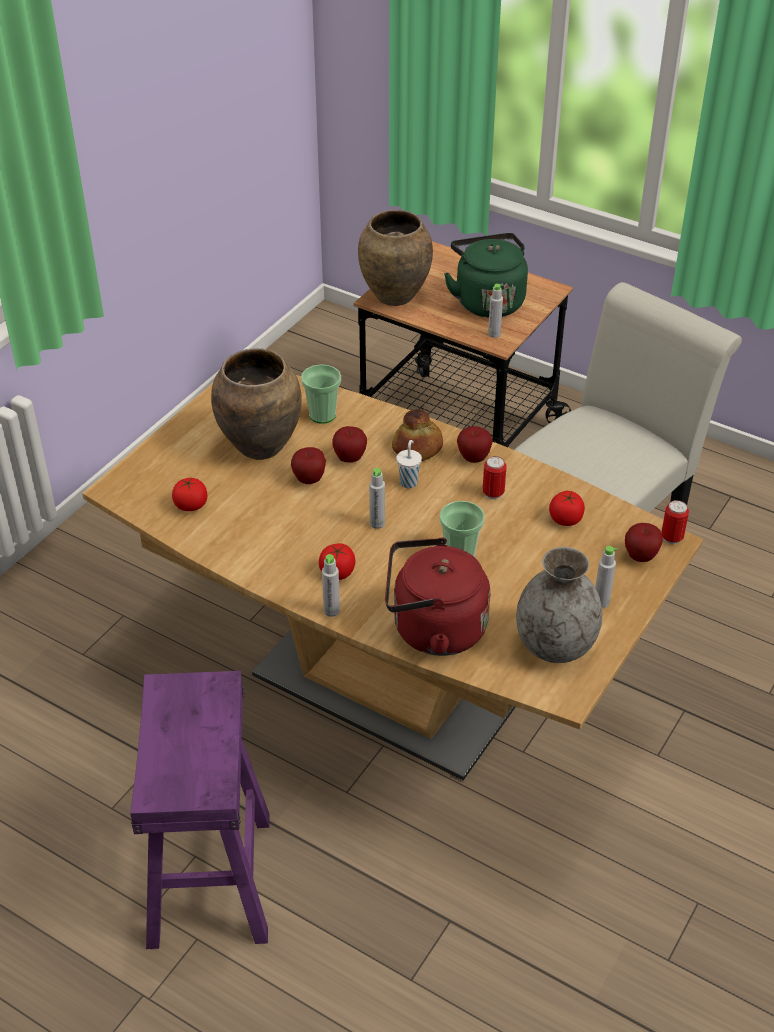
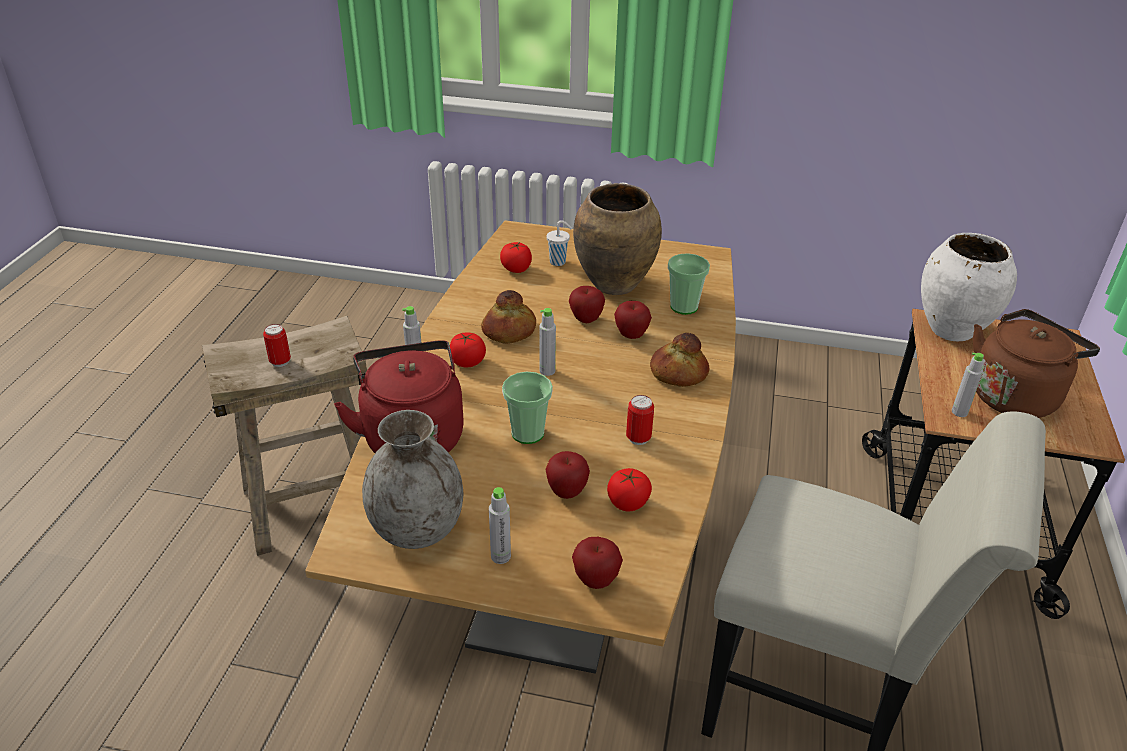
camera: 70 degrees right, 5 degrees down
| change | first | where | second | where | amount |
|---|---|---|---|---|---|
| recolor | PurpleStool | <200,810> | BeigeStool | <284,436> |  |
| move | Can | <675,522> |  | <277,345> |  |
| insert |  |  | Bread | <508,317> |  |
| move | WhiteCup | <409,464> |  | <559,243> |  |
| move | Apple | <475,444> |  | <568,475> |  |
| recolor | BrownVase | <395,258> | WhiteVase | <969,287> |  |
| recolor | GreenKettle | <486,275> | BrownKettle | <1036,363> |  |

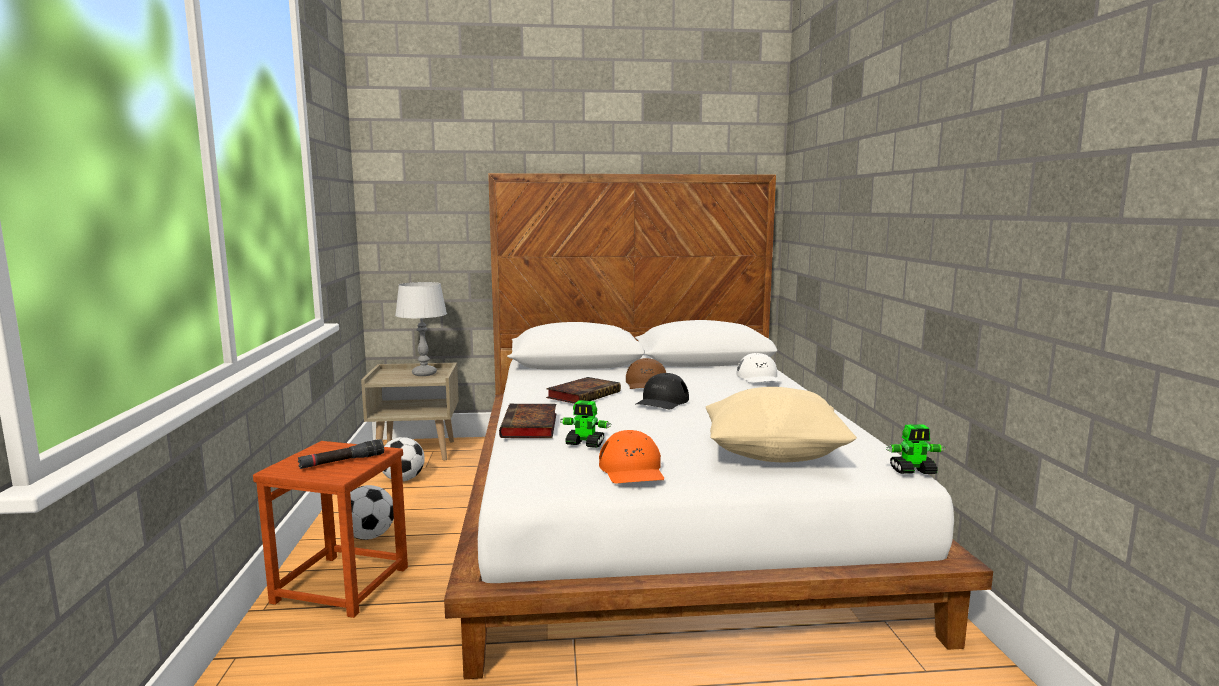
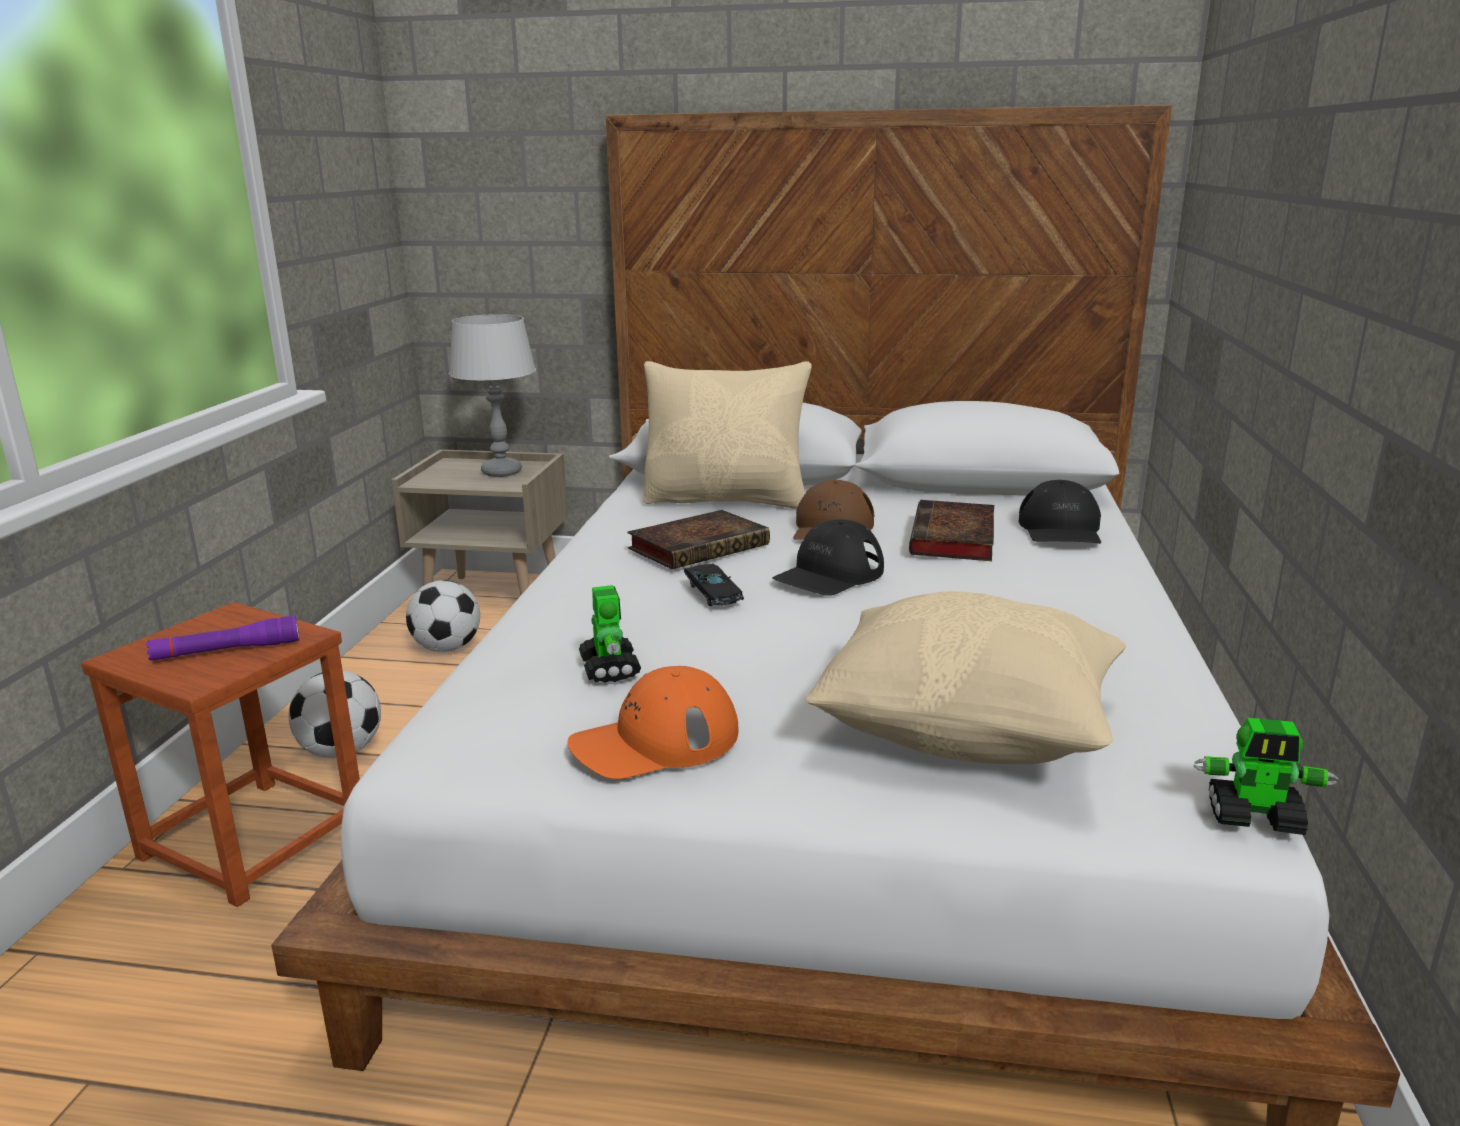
camera: 15 degrees right, 10 degrees up
| change | first | where | second | where | amount |
|---|---|---|---|---|---|
| recolor | BlackFlashlight | <341,454> | PurpleFlashlight | <222,638> |  |
| rotate | OrangeCap | <631,456> |  | <652,722> | 60 degrees clockwise |
| rotate | ToyRobot | <586,424> |  | <610,634> | 135 degrees counterclockwise |
| insert |  |  | BeigePillow | <727,435> |  |
| insert |  |  | BlackToyCar | <714,585> |  |
| move | Book | <527,421> |  | <951,530> |  |
| recolor | WhiteCap | <759,368> | BlackCap | <1059,512> |  |

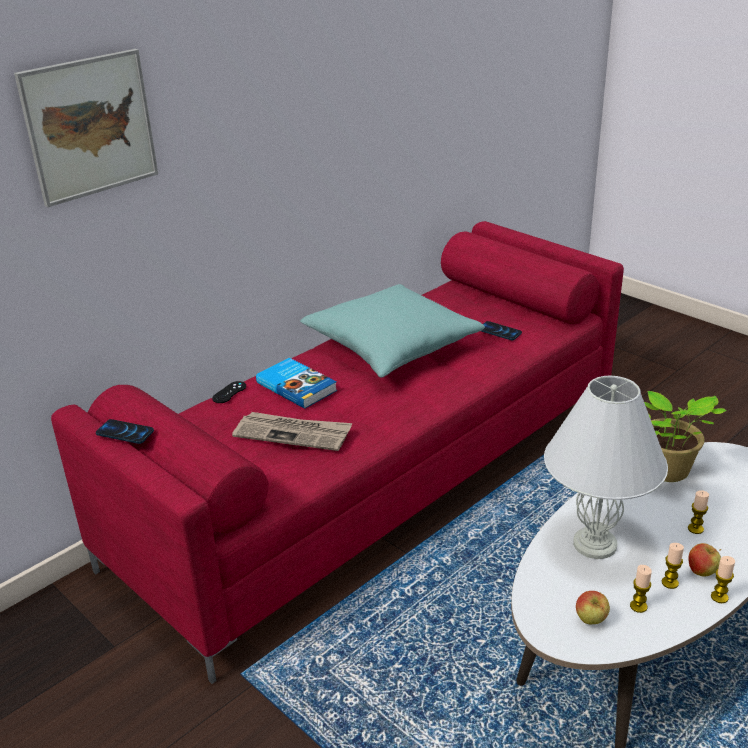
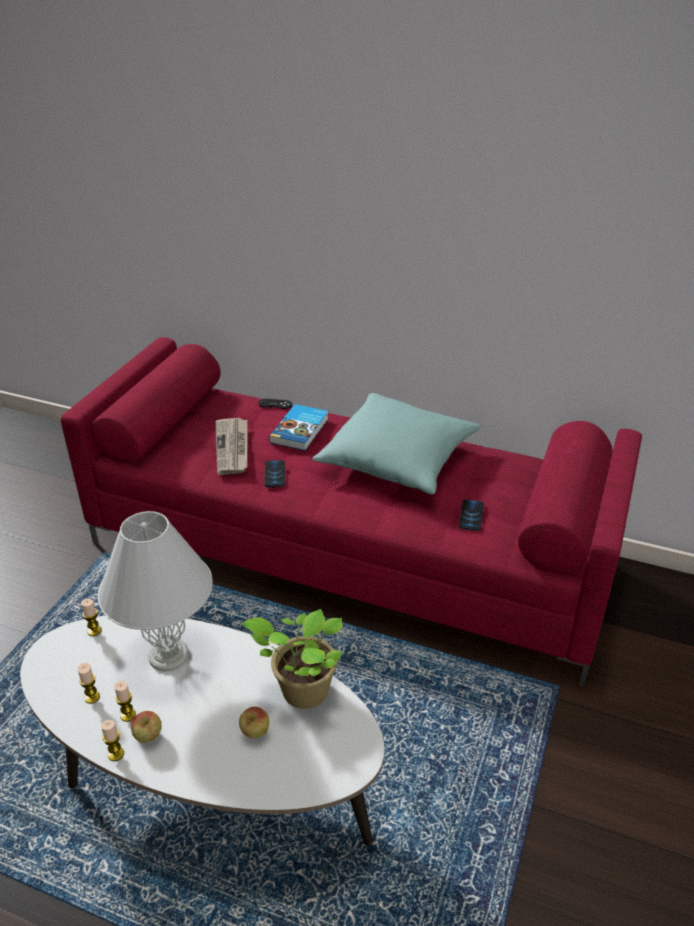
camera: 65 degrees right, 5 degrees up
| change | first | where | second | where | amount |
|---|---|---|---|---|---|
| move | Candle | <698,512> |  | <91,617> |  |
| move | Apple | <593,607> |  | <254,722> |  |
| move | Phone | <125,431> |  | <274,473> |  |
| delete | Picture | <86,128> |  |  |  |

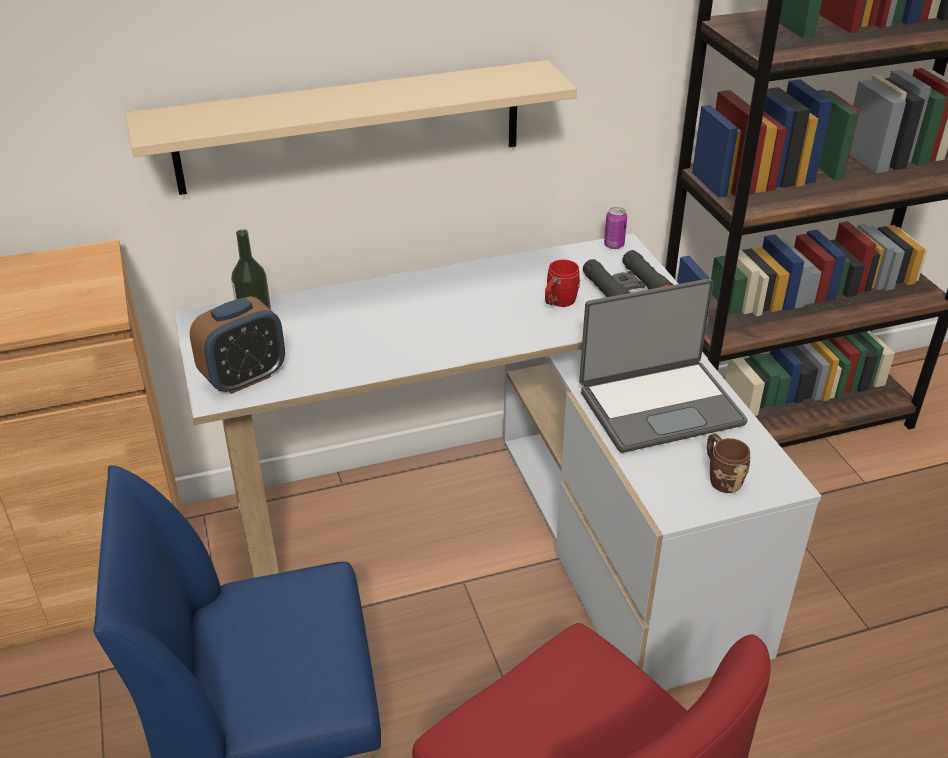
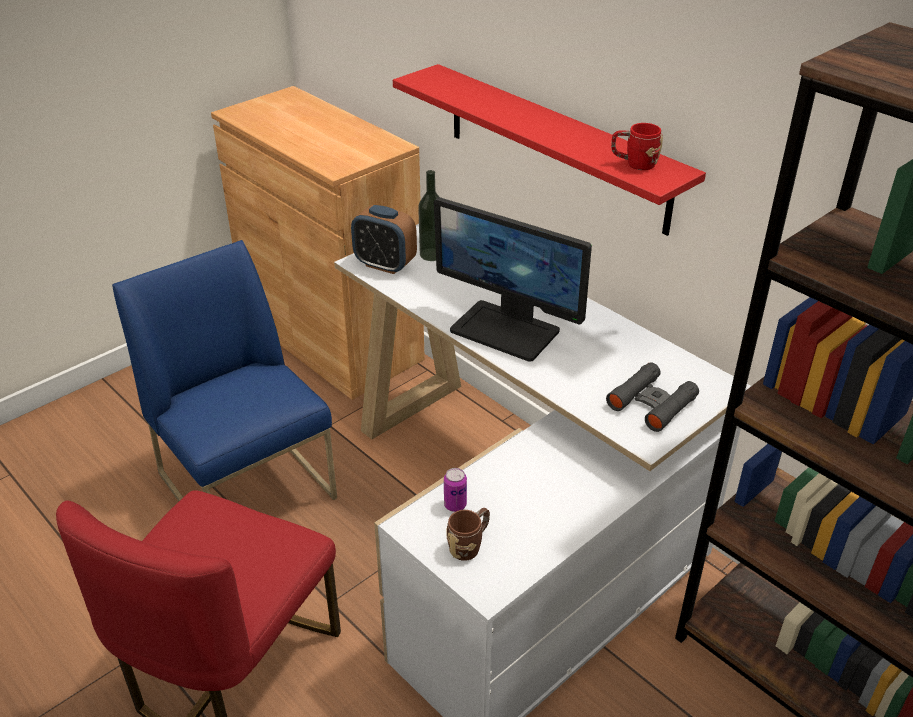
camera: 65 degrees right, 0 degrees up
| change | first | where | second | where | amount |
|---|---|---|---|---|---|
| recolor | BeigeShelf | <351,127> | RedShelf | <549,150> |  |
| insert |  |  | Monitor | <513,279> |  |
| move | Can | <615,228> |  | <455,490> |  |
| move | RedMug | <563,283> |  | <637,146> |  |
| delete | Laptop | <663,366> |  |  |  |

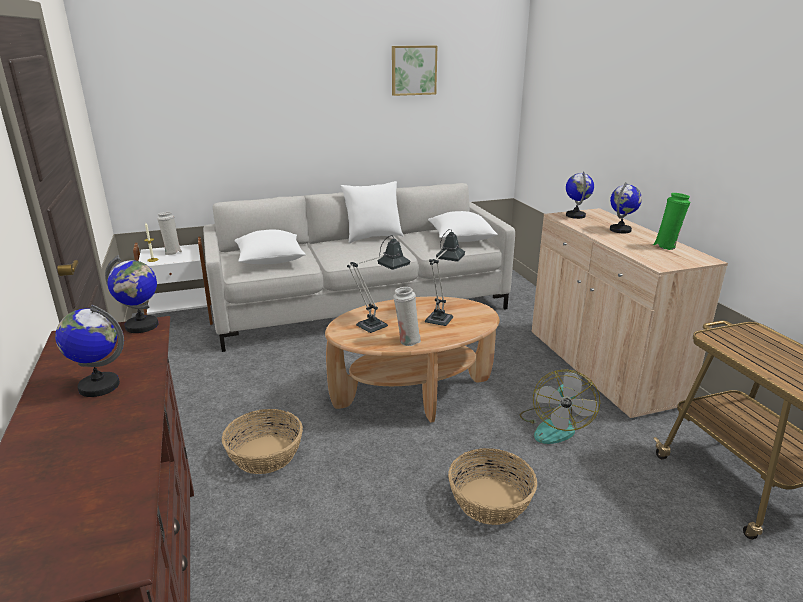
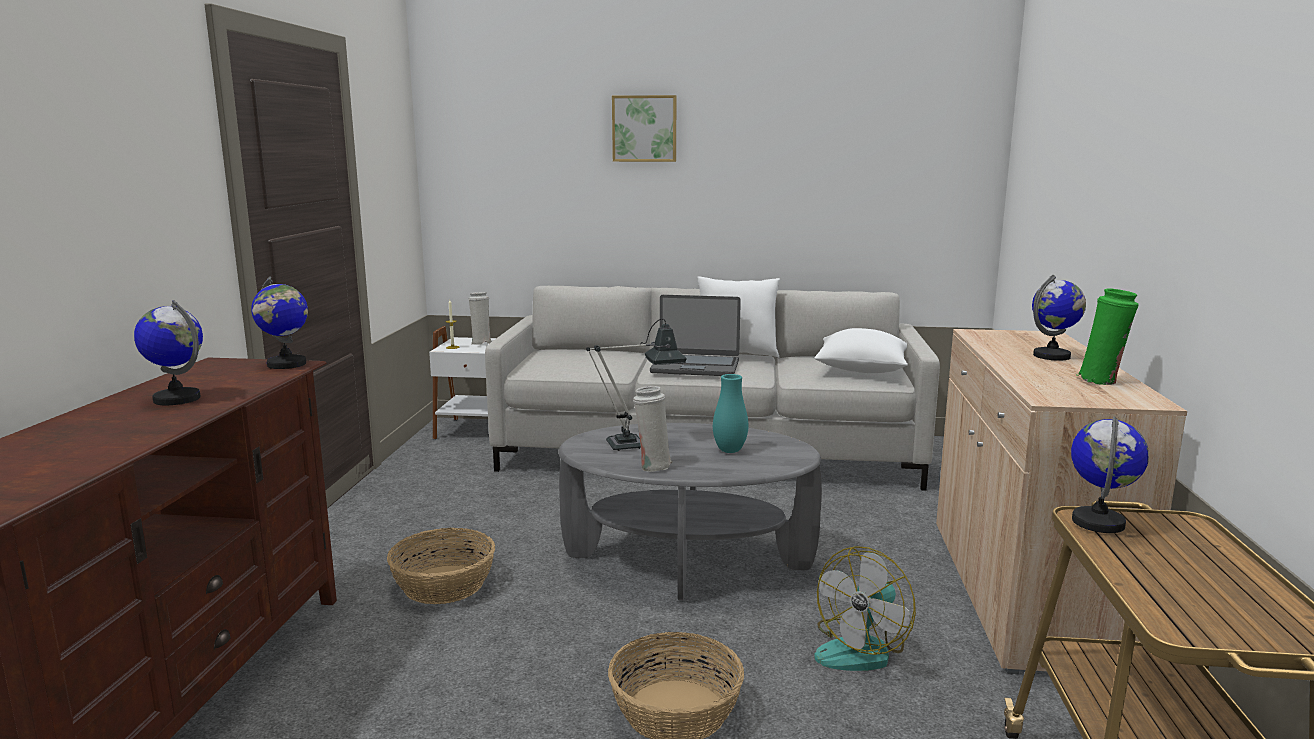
camera: 25 degrees right, 10 degrees down
| change | first | where | second | where | amount |
|---|---|---|---|---|---|
| recolor | BrownCoffeeTable | <412,360> | GreyCoffeeTable | <690,511> |  |
| move | Picture | <414,71> |  | <644,128> |  |
| insert |  |  | Laptop | <695,335> |  |
| replace | TableLamp | <445,277> | TurquoiseVase | <730,413> |  |
| move | Globe | <580,195> |  | <1110,474> |  |
| delete | WhitePillow | <270,247> |  |  |  |

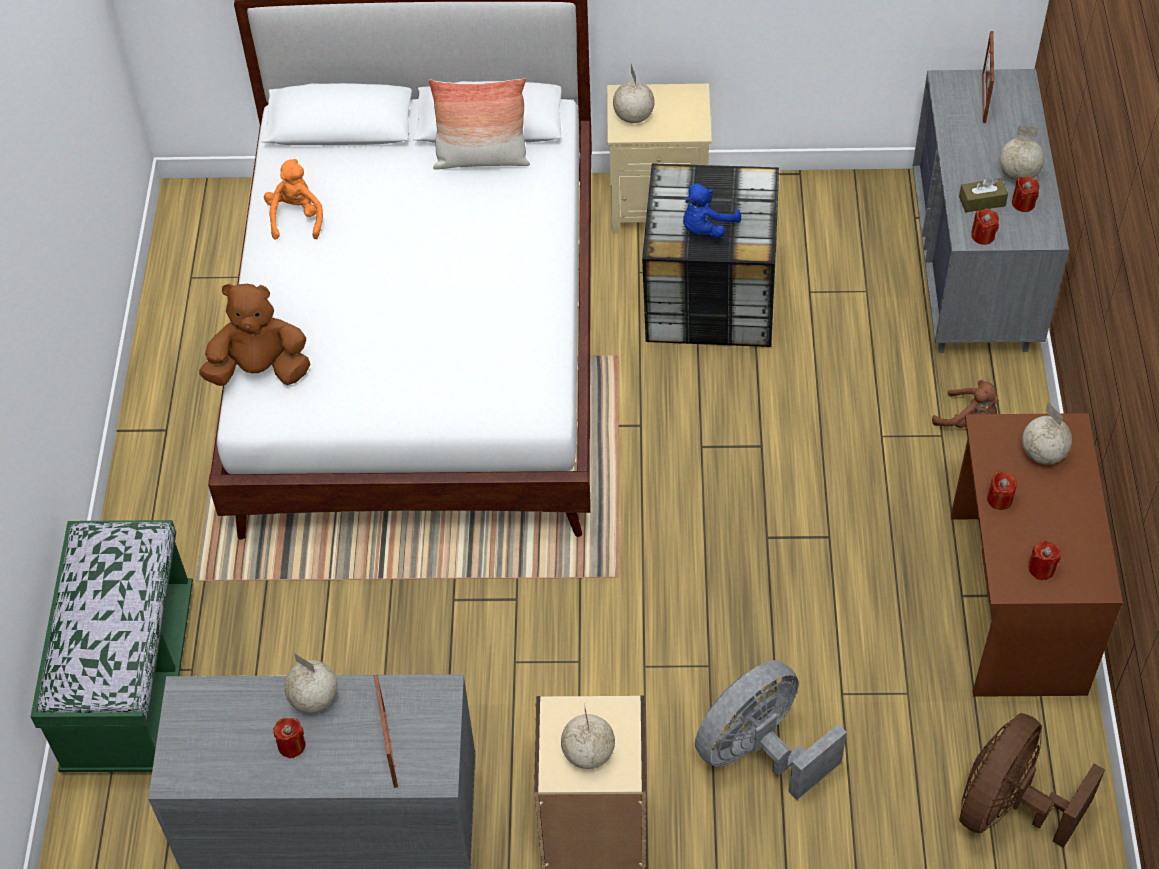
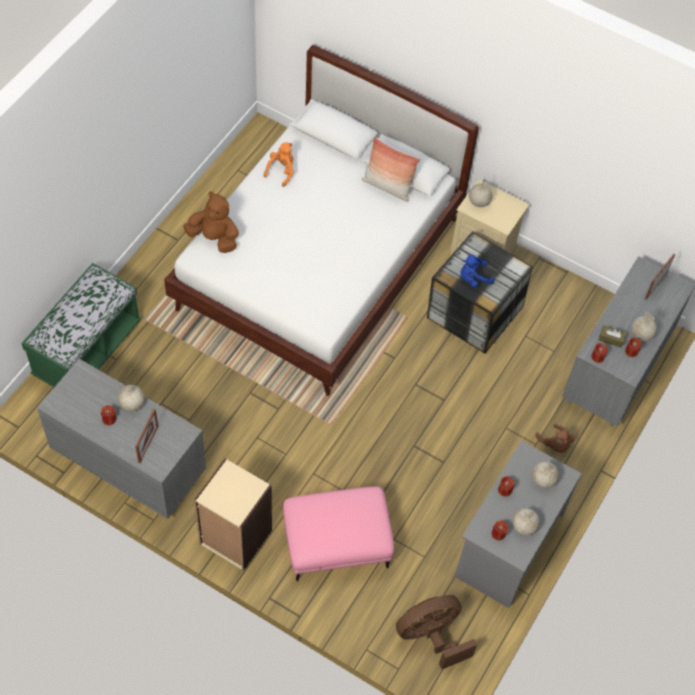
camera: 25 degrees right, 5 degrees up
| change | first | where | second | where | amount |
|---|---|---|---|---|---|
| replace | GreyFan | <771,730> | PinkOttoman | <338,533> |  |
| recolor | BrownDesk | <1037,555> | GreyDesk | <518,524> |  |
| move | Globe | <588,738> |  | <526,522> |  |

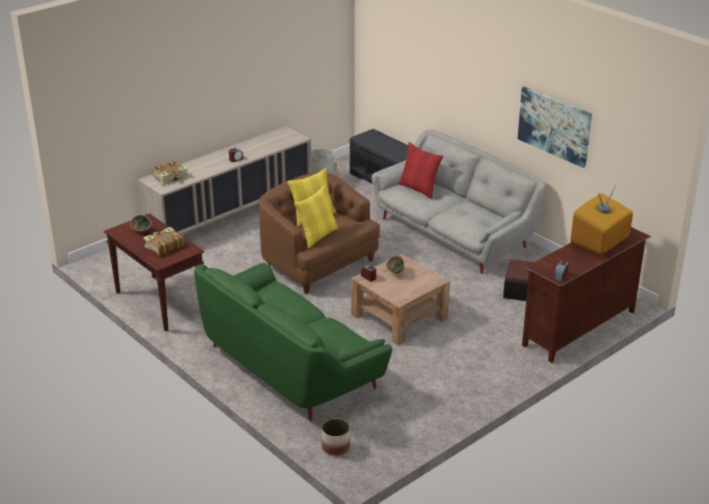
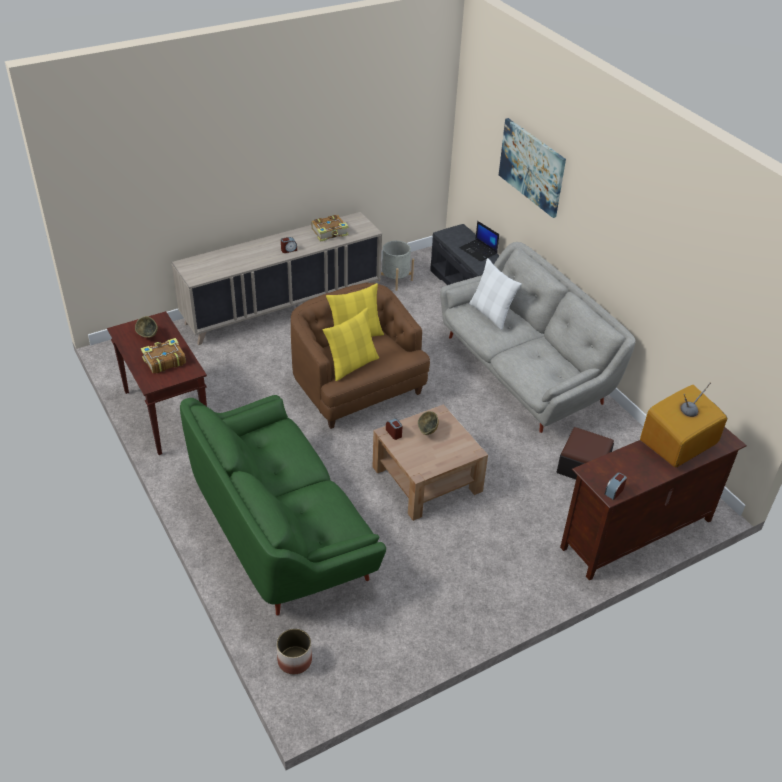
camera: 10 degrees right, 10 degrees up
| change | first | where | second | where | amount |
|---|---|---|---|---|---|
| move | Book | <170,173> |  | <330,228> |  |
| insert |  |  | Laptop | <479,241> |  |
| recolor | RedPillow | <420,170> | WhitePillow | <495,294> |  |
| move | Picture | <555,127> |  | <532,168> |  |

